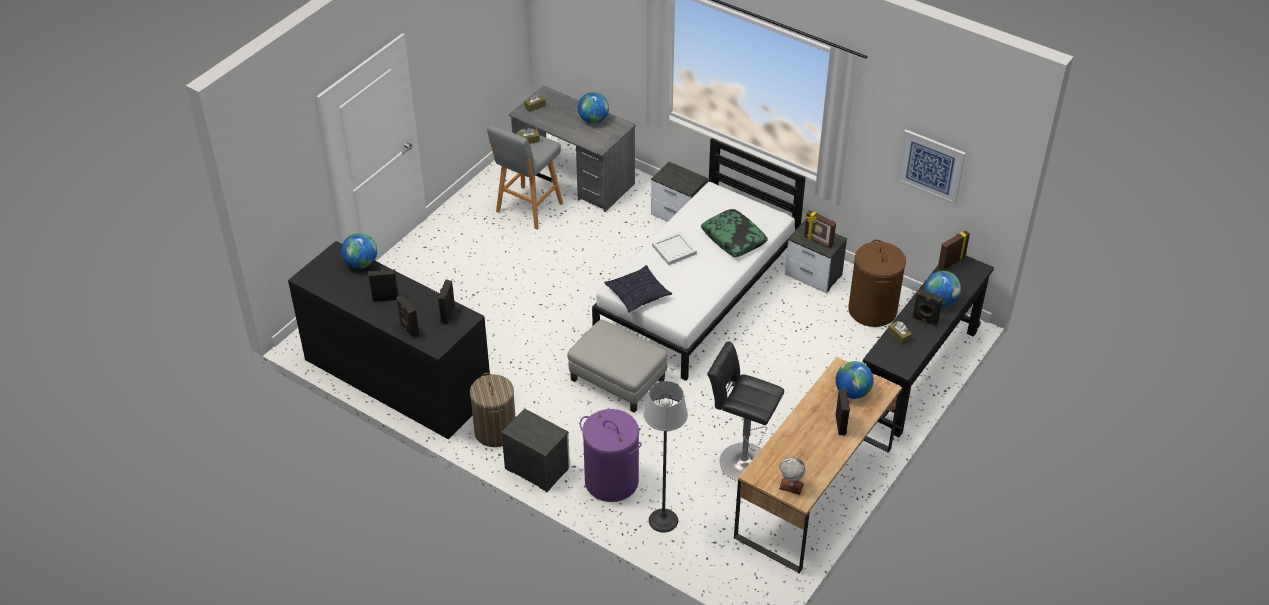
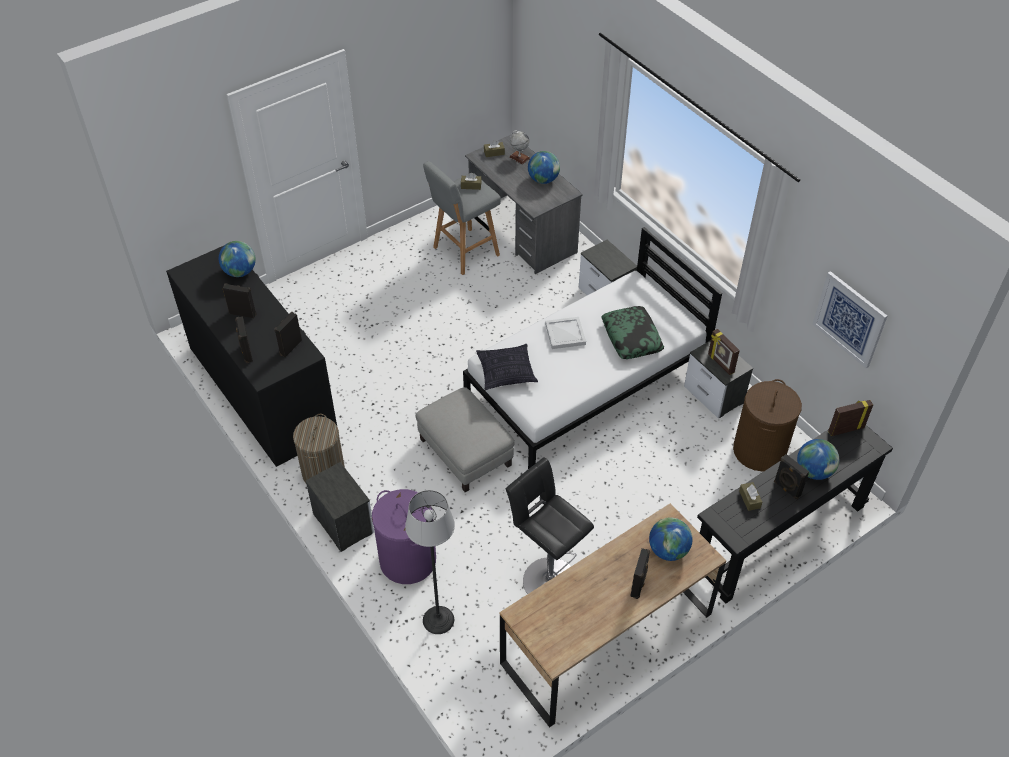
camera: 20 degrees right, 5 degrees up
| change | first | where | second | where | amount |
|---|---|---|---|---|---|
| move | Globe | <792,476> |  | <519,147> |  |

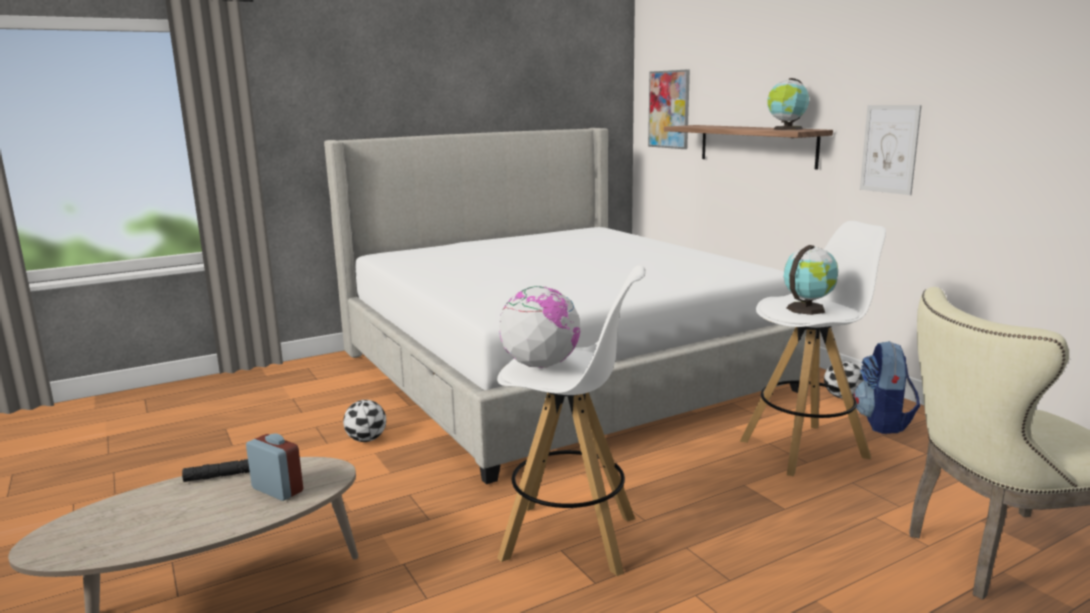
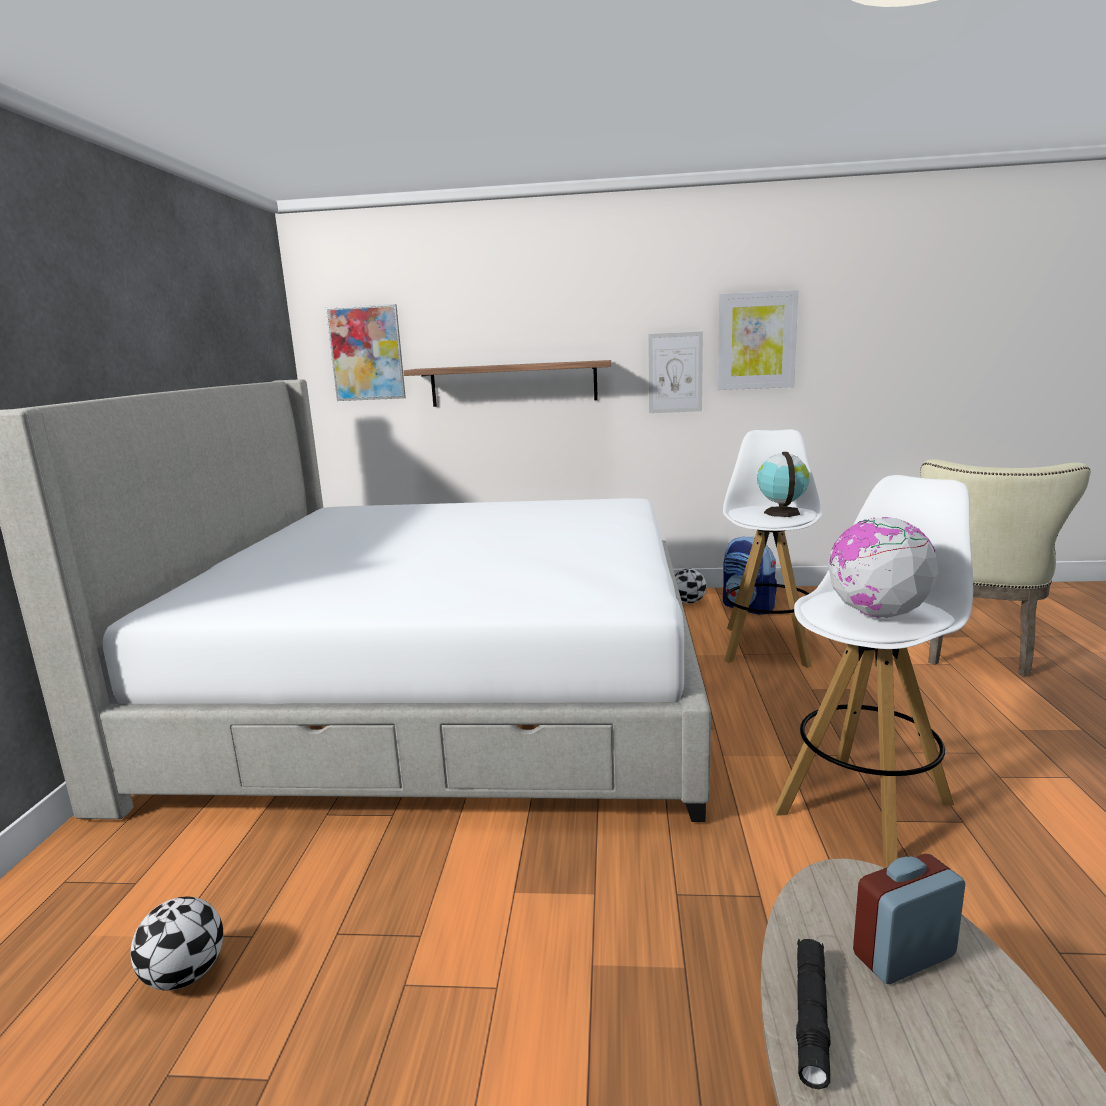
camera: 55 degrees left, 0 degrees up
| change | first | where | second | where | amount |
|---|---|---|---|---|---|
| move | Football | <364,421> |  | <177,943> |  |
| insert |  |  | Picture | <758,340> |  |
| delete | Globe | <788,104> |  |  |  |

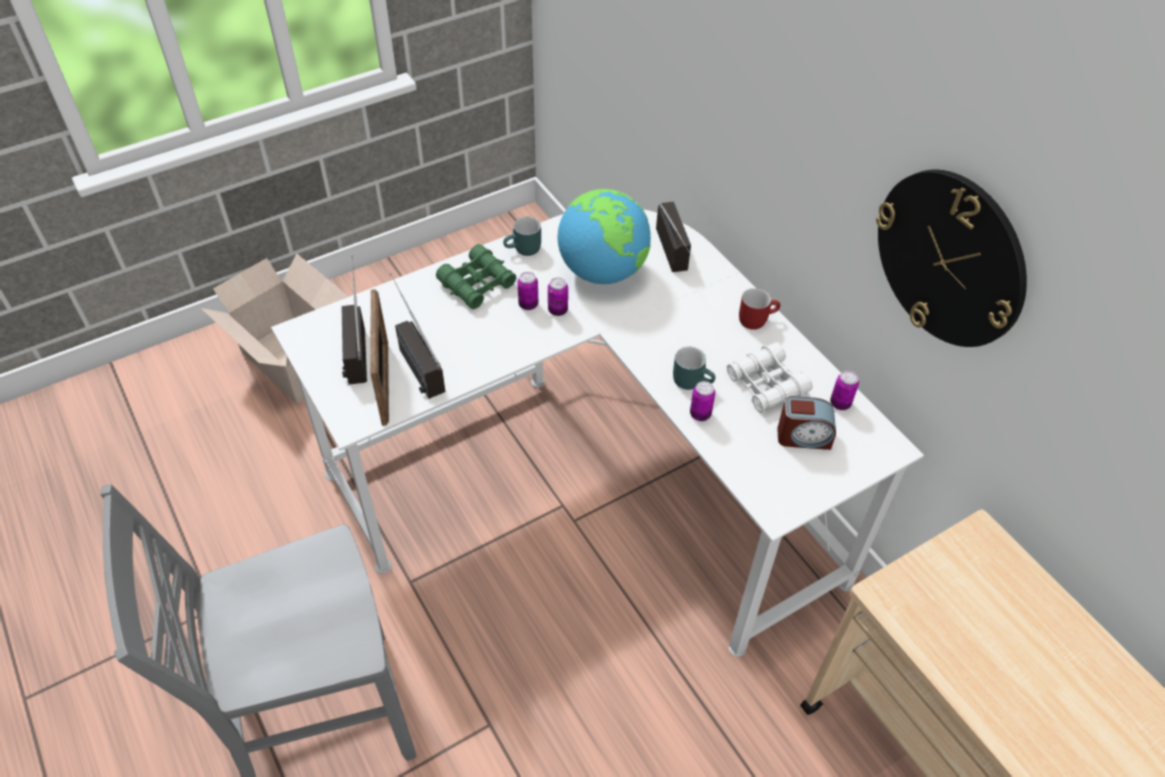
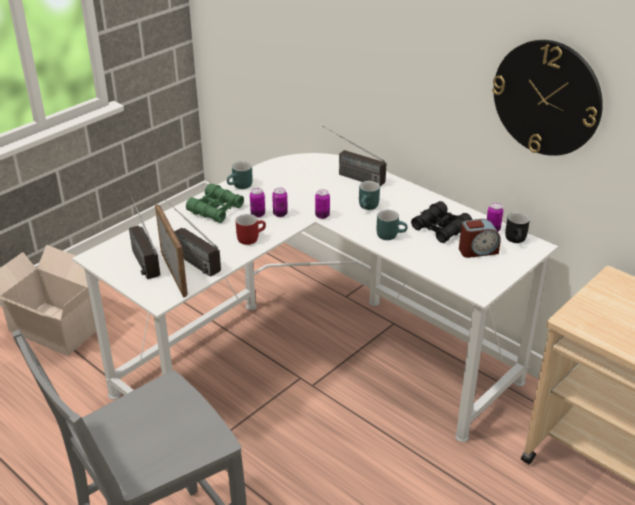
camera: 15 degrees left, 15 degrees down
| change | first | where | second | where | amount |
|---|---|---|---|---|---|
| move | RedMug | <759,309> |  | <251,229> |  |
| move | Can | <702,401> |  | <322,204> |  |
| rotate | Radio | <673,237> |  | <354,156> | 150 degrees clockwise |
| insert |  |  | TurquoiseMug | <369,195> |  |
| recolor | WhiteBinoculars | <770,377> | BlackBinoculars | <441,222> |  |
| insert |  |  | BlackMug | <517,227> |  |
| delete | Globe | <604,236> |  |  |  |

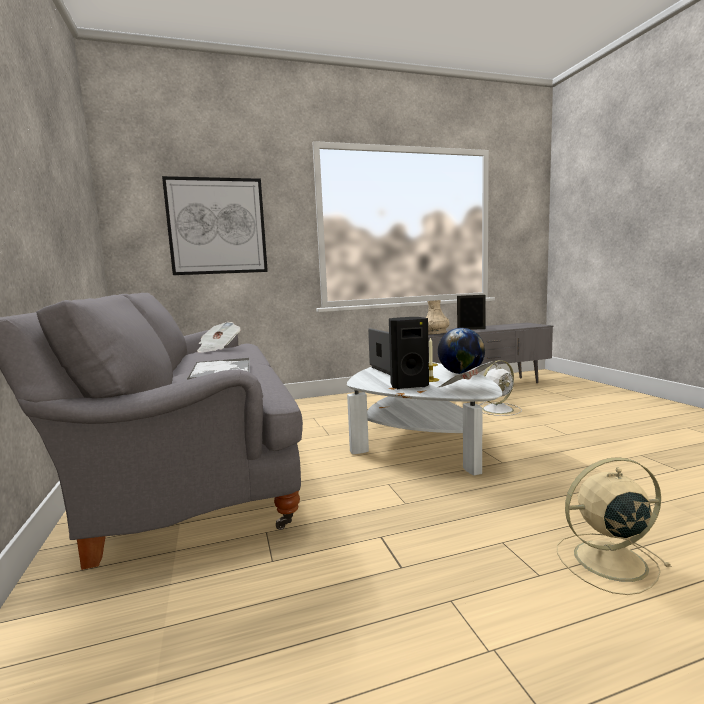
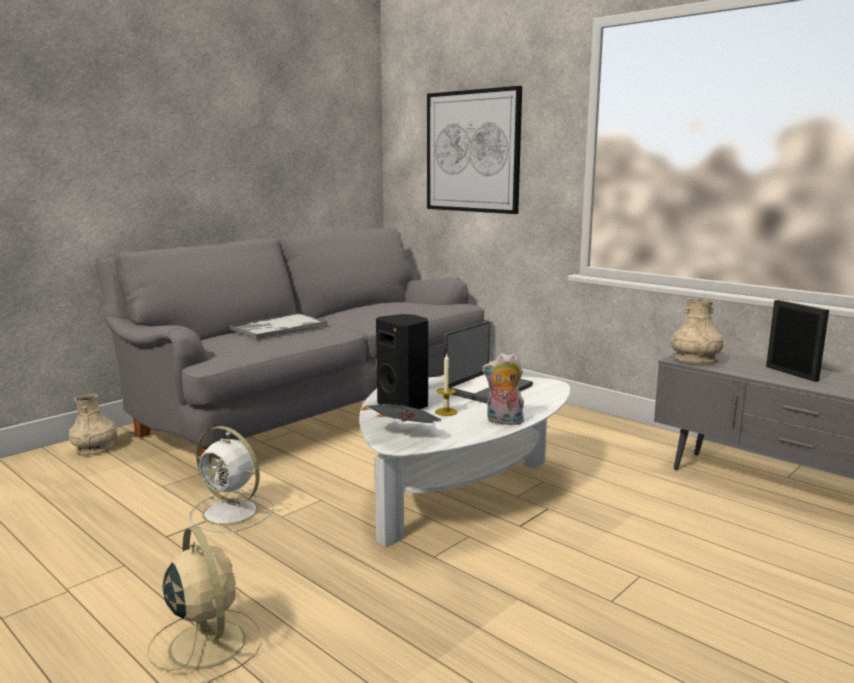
camera: 60 degrees right, 5 degrees up
| change | first | where | second | where | amount |
|---|---|---|---|---|---|
| insert |  |  | BeigeVase | <93,425> |  |
| move | WhiteFan | <500,388> |  | <231,479> |  |
| replace | Globe | <461,351> | PlushToy | <503,389> |  |
| delete | Newspaper | <218,337> |  |  |  |

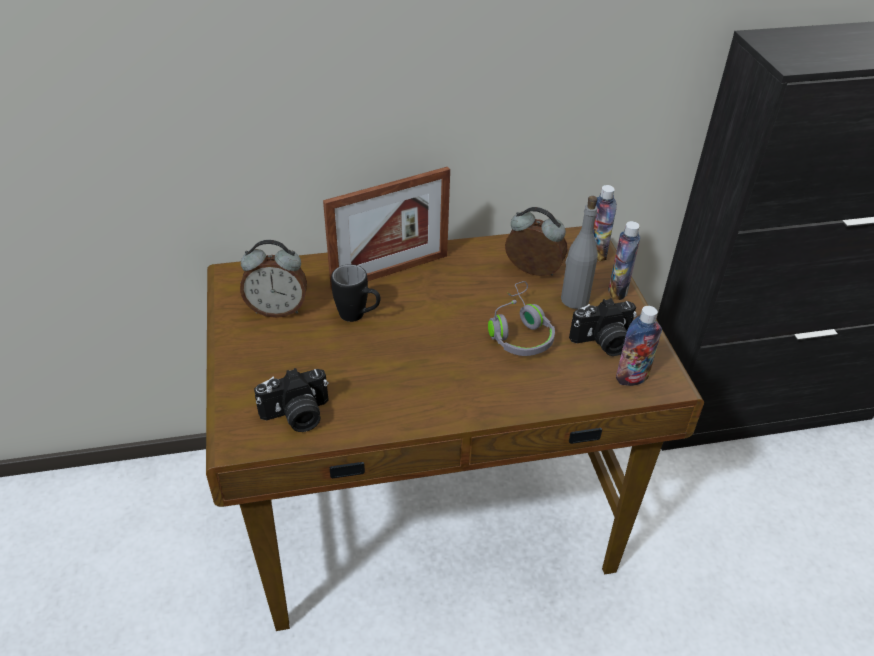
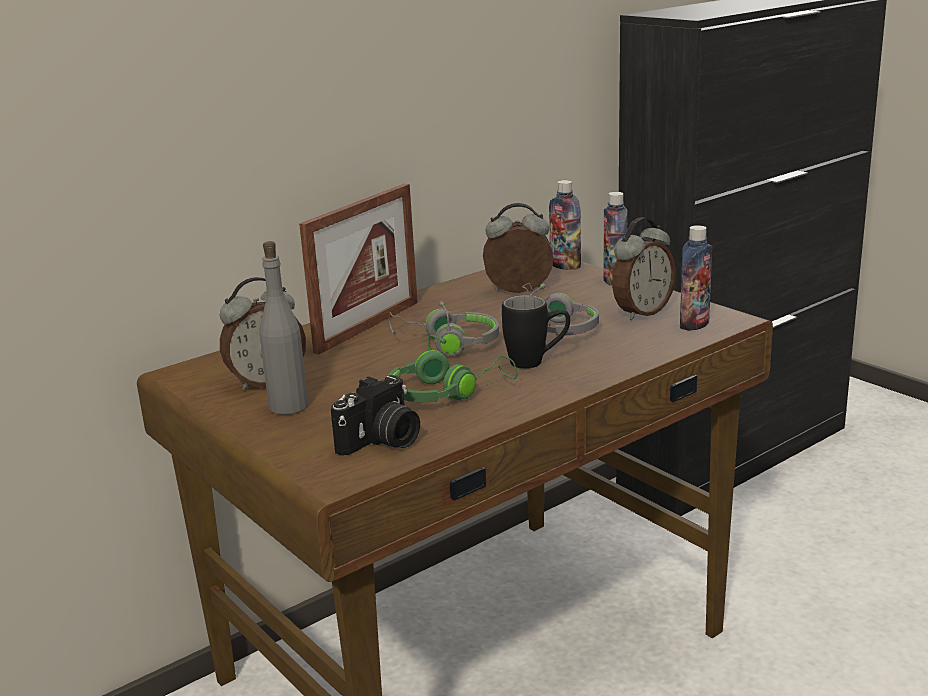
camera: 25 degrees left, 20 degrees down
| change | first | where | second | where | amount |
|---|---|---|---|---|---|
| move | GreyBottle | <579,252> |  | <284,328> |  |
| insert |  |  | GreenHeadphones | <452,368> |  |
| insert |  |  | GreyHeadphones | <444,328> |  |
| move | BlackMug | <355,293> |  | <536,332> |  |
| replace | PhotoCamera | <603,327> | AlarmClock | <644,268> |  |

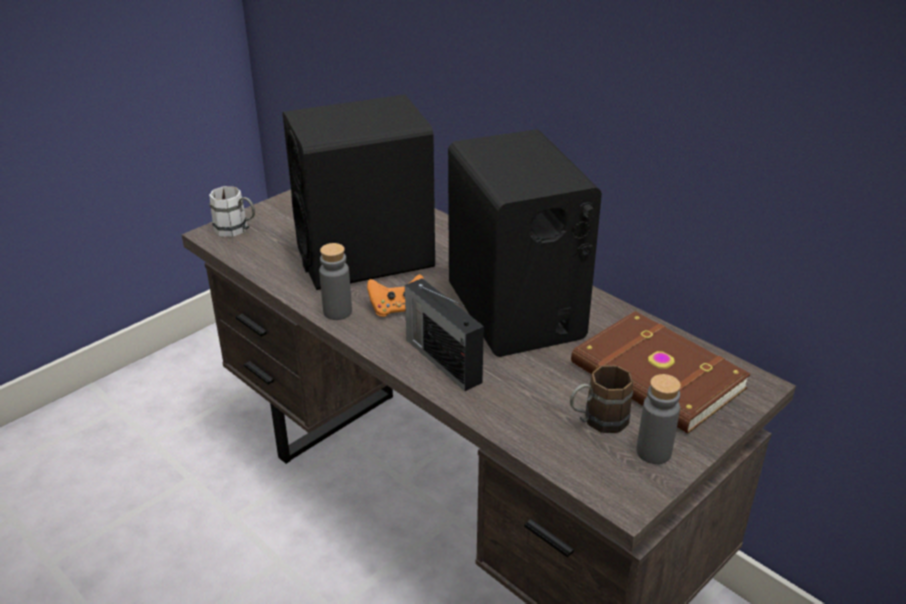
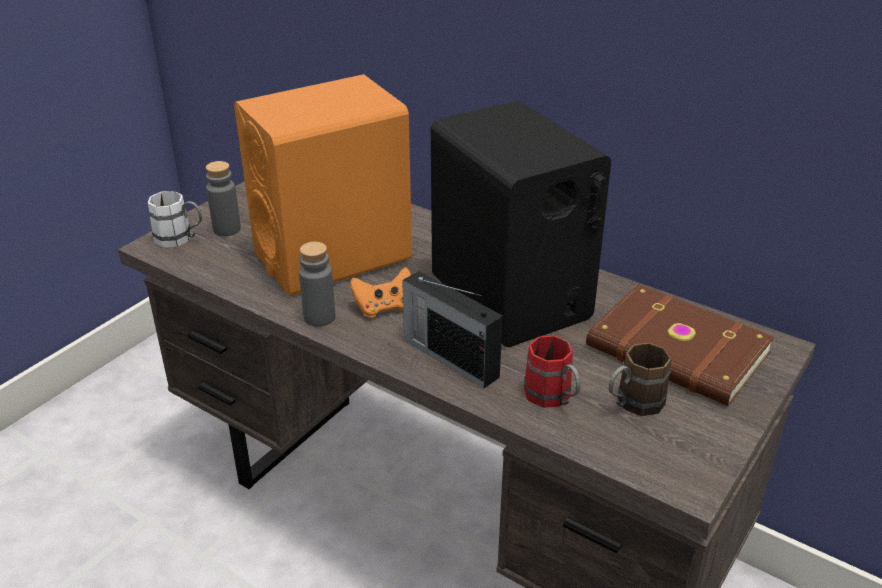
camera: 10 degrees left, 0 degrees up
| change | first | where | second | where | amount |
|---|---|---|---|---|---|
| move | GreyBottle | <659,419> |  | <223,198> |  |
| recolor | BlackSpeaker | <359,192> | OrangeSpeaker | <323,185> |  |
| insert |  |  | RedMug | <552,371> |  |

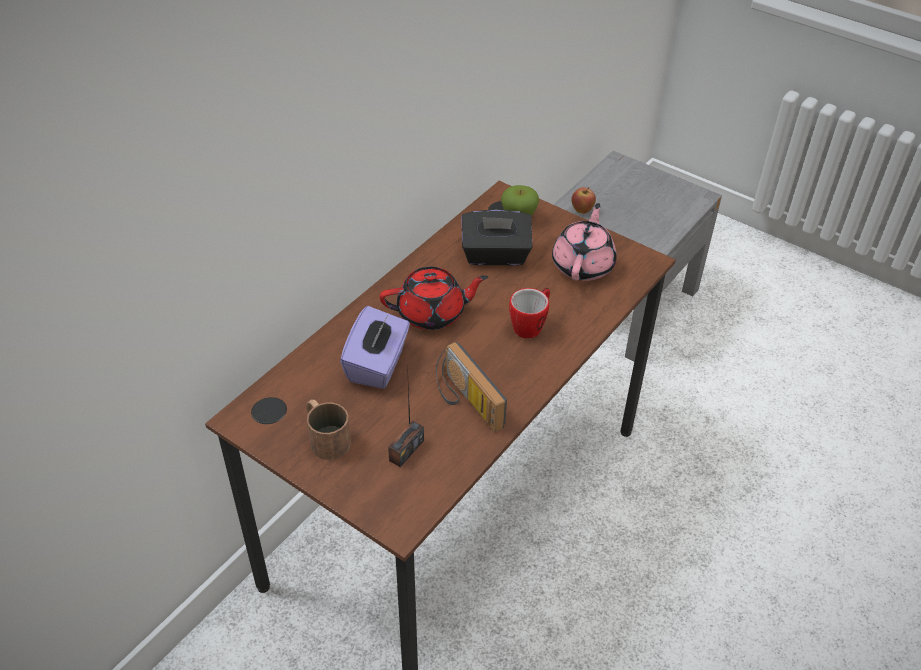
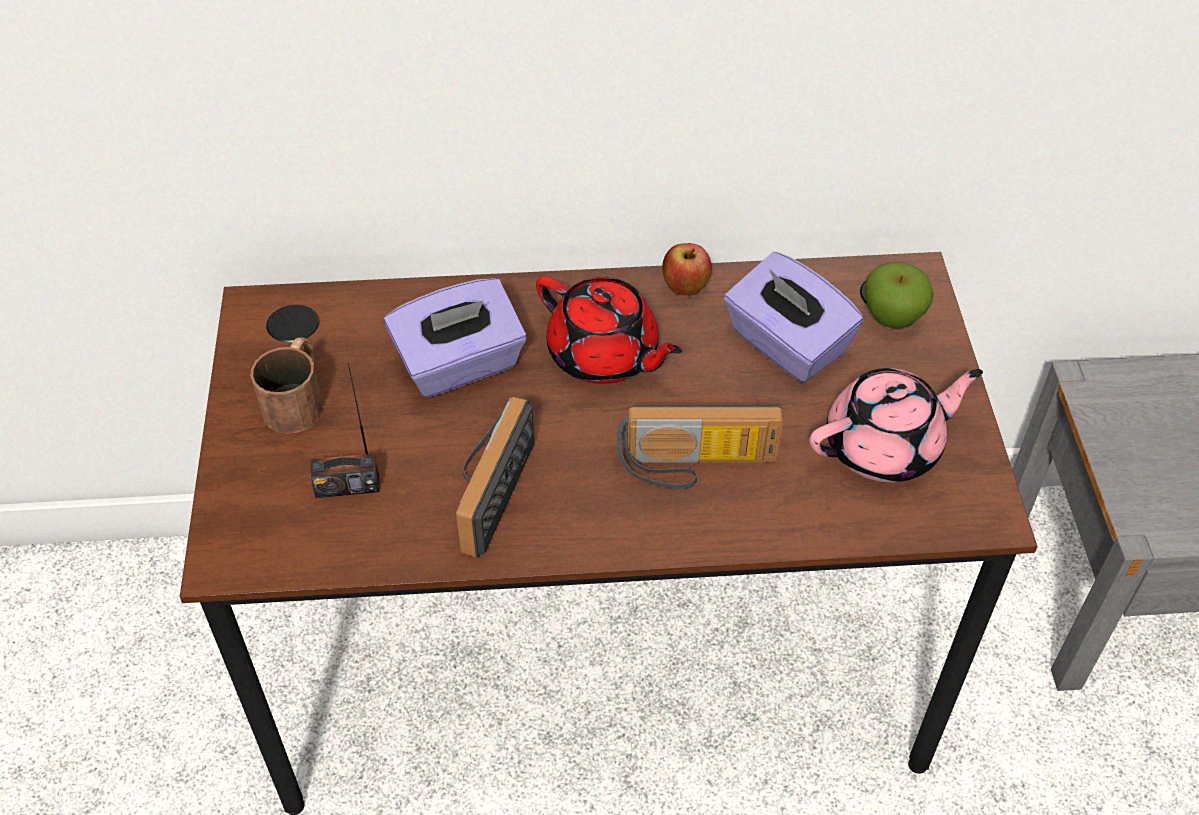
camera: 50 degrees right, 5 degrees up
| change | first | where | second | where | amount |
|---|---|---|---|---|---|
| replace | Mug | <529,313> | Radio | <700,447> |  |
| move | Apple | <583,200> |  | <687,269> |  |
| recolor | BlackTissueBox | <496,238> | PurpleTissueBox | <794,317> |  |

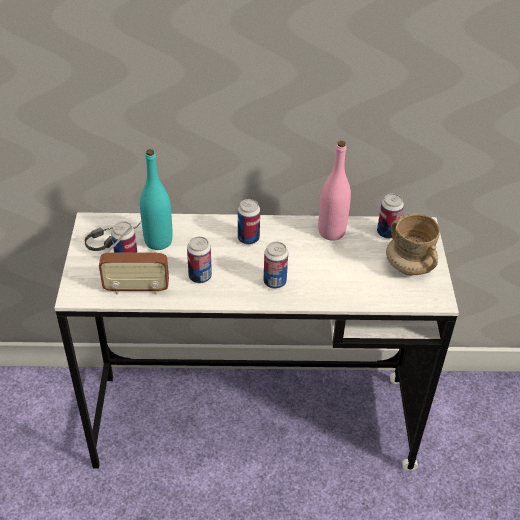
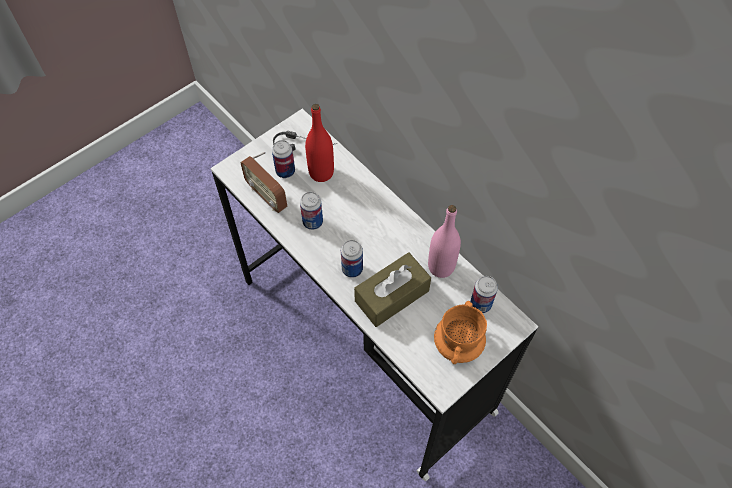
camera: 50 degrees right, 15 degrees up
| change | first | where | second | where | amount |
|---|---|---|---|---|---|
| recolor | TurquoiseBottle | <156,199> | RedBottle | <319,143> |  |
| insert |  |  | BrownTissueBox | <392,289> |  |
| recolor | BeigeMug | <413,244> | OrangeMug | <460,332> |  |
| delete | Can | <249,222> |  |  |  |

